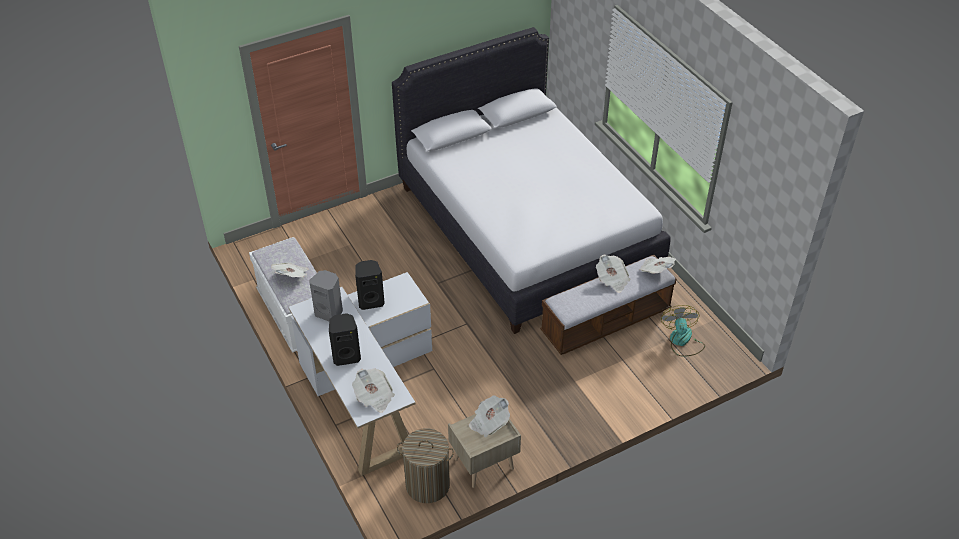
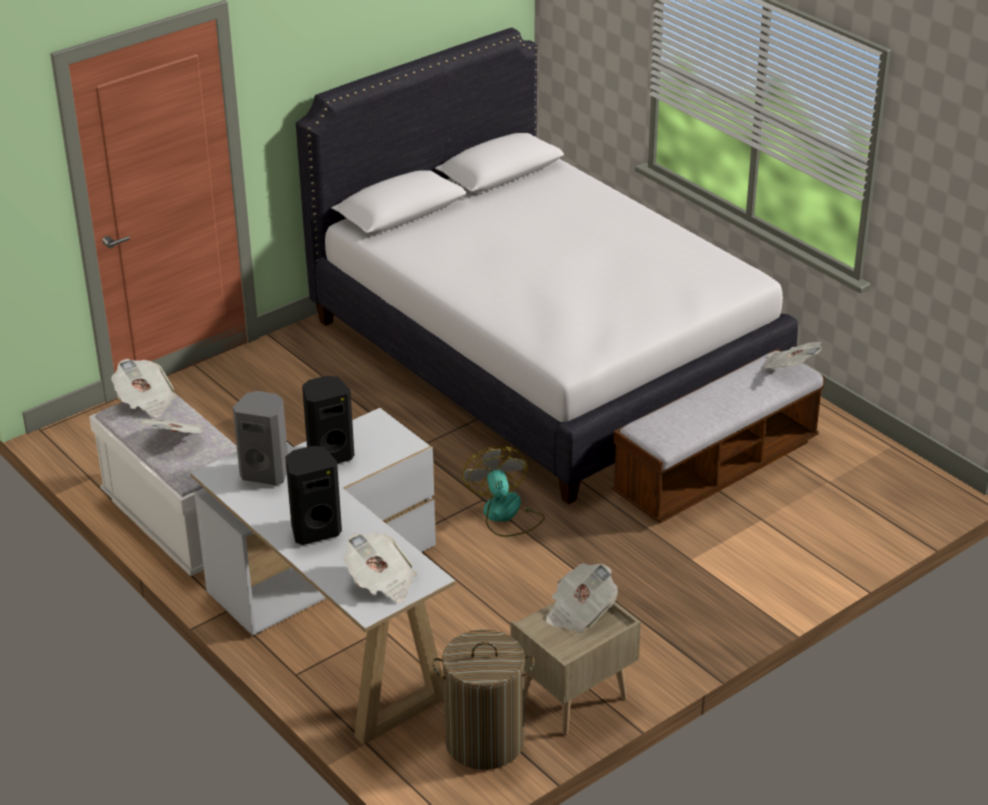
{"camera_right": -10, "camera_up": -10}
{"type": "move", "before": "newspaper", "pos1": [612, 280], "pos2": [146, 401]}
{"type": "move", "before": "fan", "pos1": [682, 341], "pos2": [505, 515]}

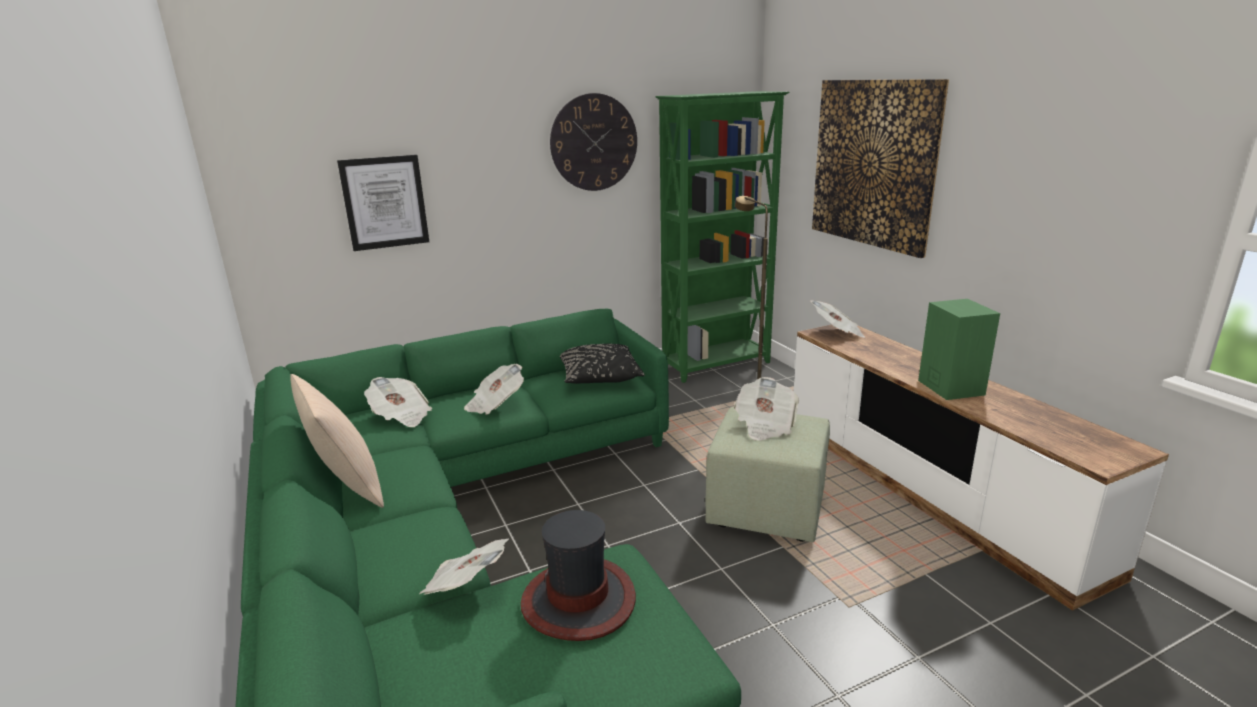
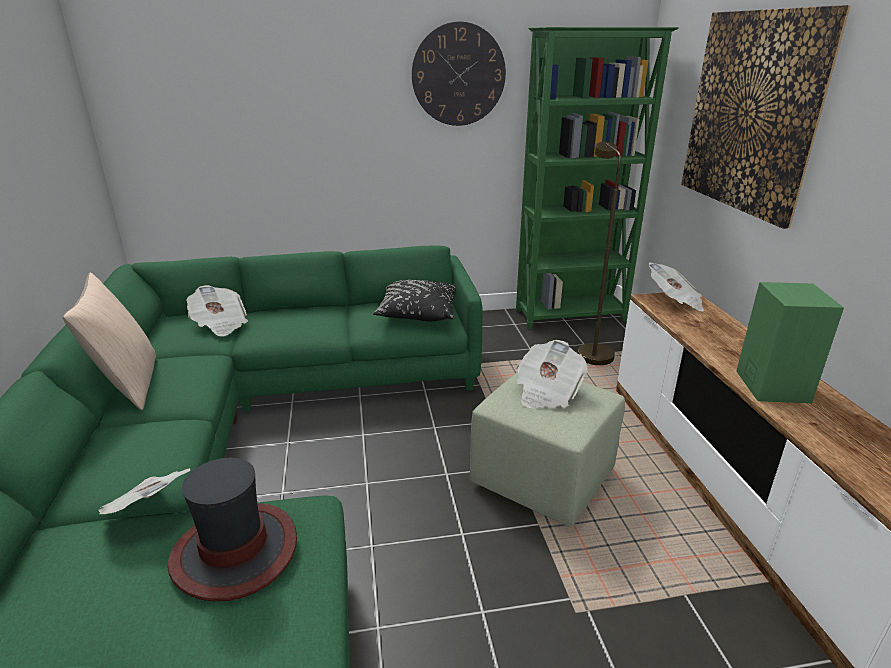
{"camera_right": 15, "camera_up": 5}
{"type": "delete", "before": "picture", "pos1": [385, 202]}
{"type": "delete", "before": "newspaper", "pos1": [495, 404]}

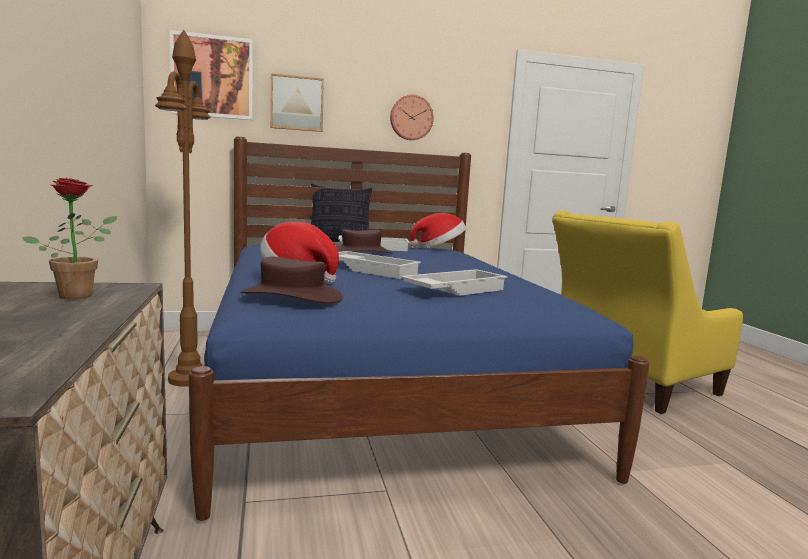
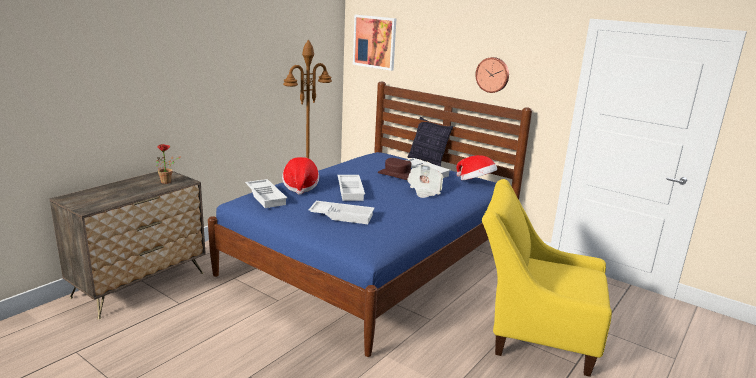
{"camera_right": 50, "camera_up": 10}
{"type": "delete", "before": "picture", "pos1": [296, 103]}
{"type": "insert", "after": "newspaper", "pos2": [424, 191]}
{"type": "replace", "before": "hat in brown", "after": "tray in white", "pos1": [292, 296], "pos2": [267, 197]}

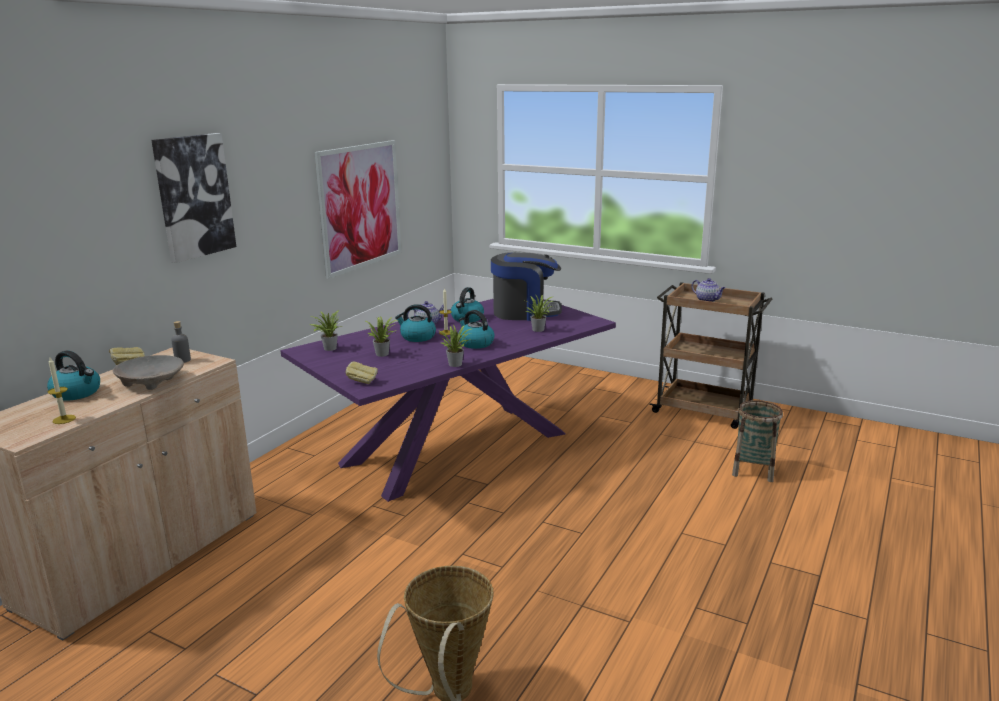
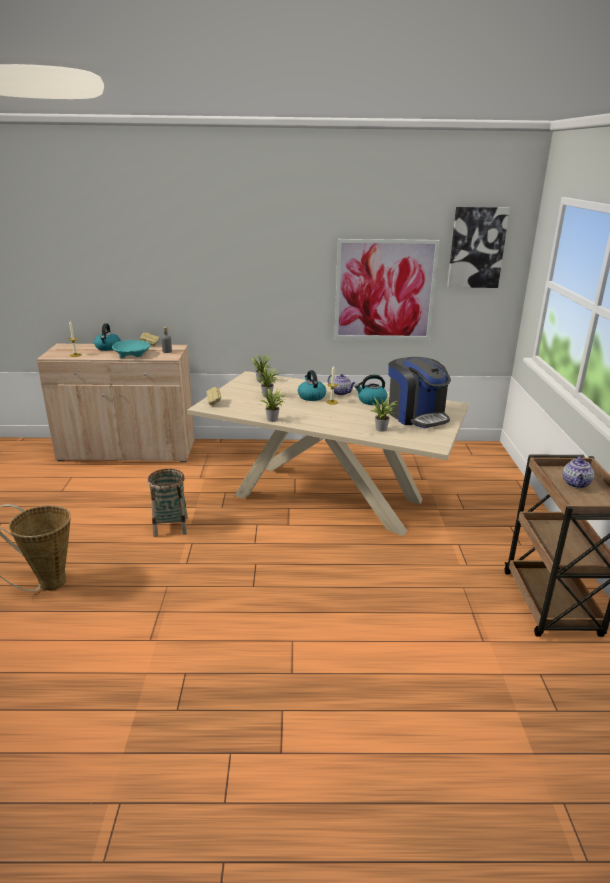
{"camera_right": 60, "camera_up": 5}
{"type": "delete", "before": "kettle", "pos1": [475, 343]}
{"type": "move", "before": "picture", "pos1": [193, 196], "pos2": [476, 248]}
{"type": "move", "before": "basket", "pos1": [753, 470], "pos2": [170, 526]}
{"type": "recolor", "before": "bowl in beige", "after": "bowl in turquoise", "pos1": [151, 381], "pos2": [132, 354]}
{"type": "recolor", "before": "dining table in purple", "after": "dining table in beige", "pos1": [458, 448], "pos2": [328, 497]}

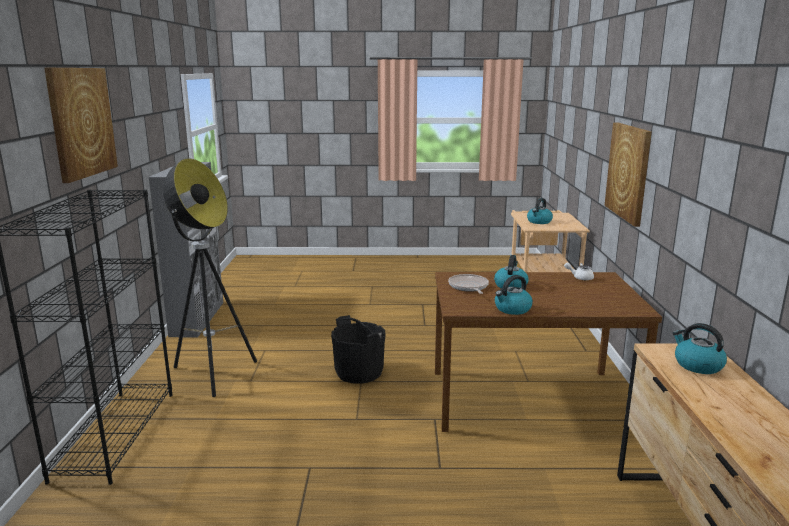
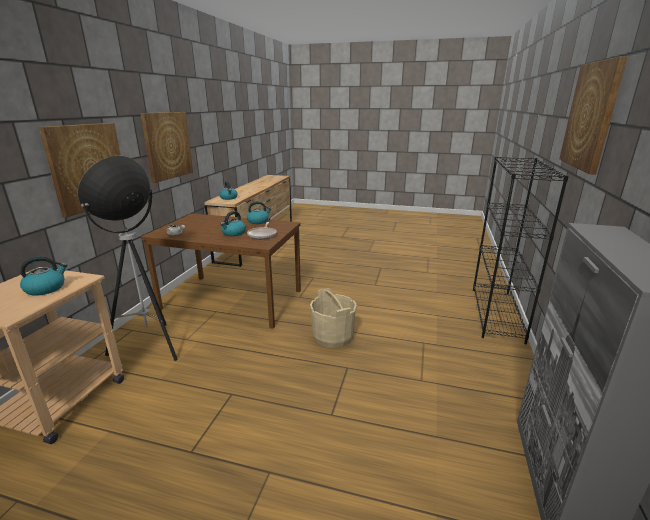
{"camera_right": -165, "camera_up": 5}
{"type": "insert", "after": "picture", "pos2": [167, 145]}
{"type": "move", "before": "floor lamp", "pos1": [213, 374], "pos2": [151, 347]}
{"type": "recolor", "before": "bucket in black", "after": "bucket in beige", "pos1": [359, 372], "pos2": [332, 337]}

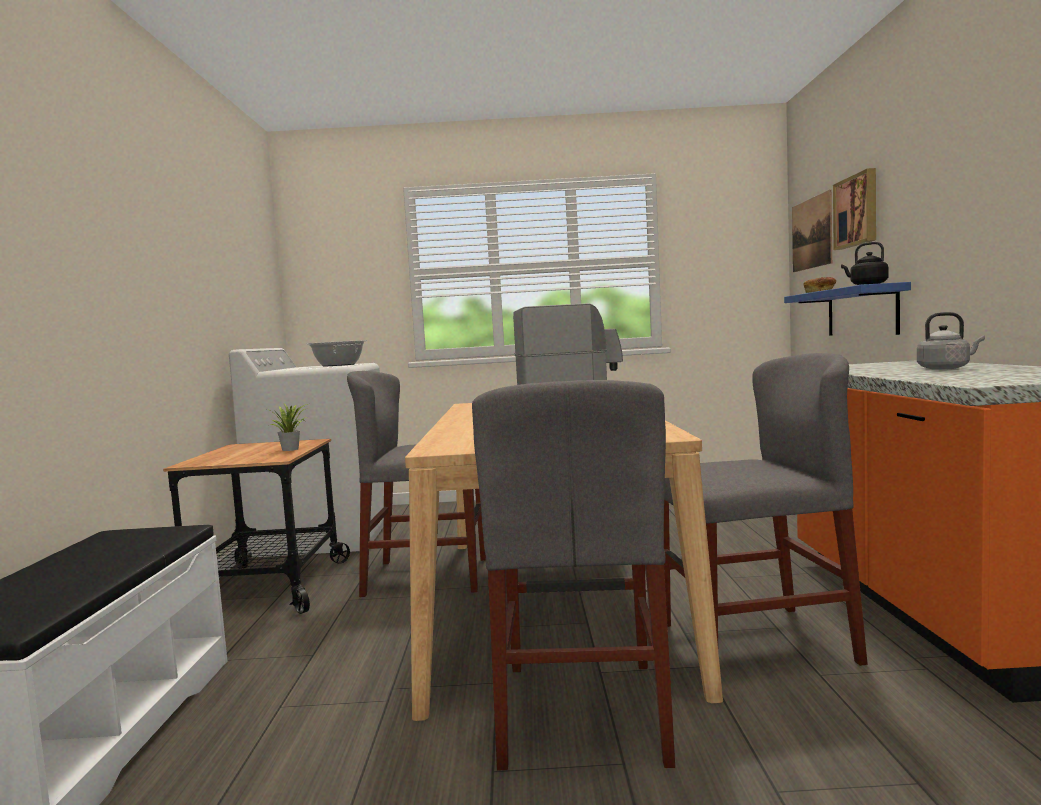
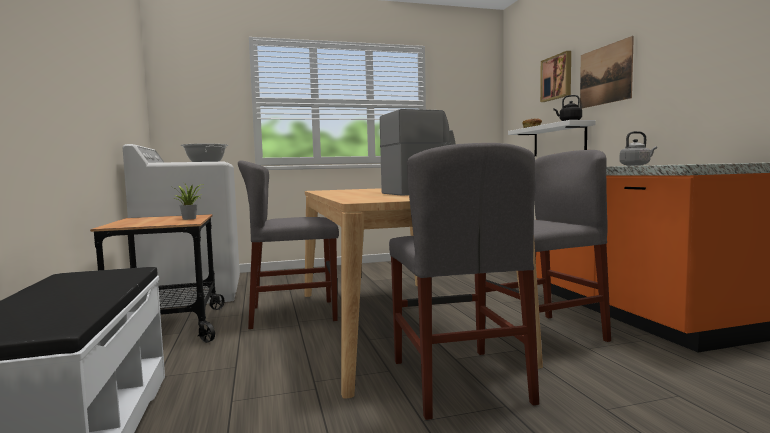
{"camera_right": -15, "camera_up": 0}
{"type": "move", "before": "picture", "pos1": [811, 233], "pos2": [605, 75]}
{"type": "recolor", "before": "shelf in blue", "after": "shelf in white", "pos1": [861, 312], "pos2": [559, 140]}

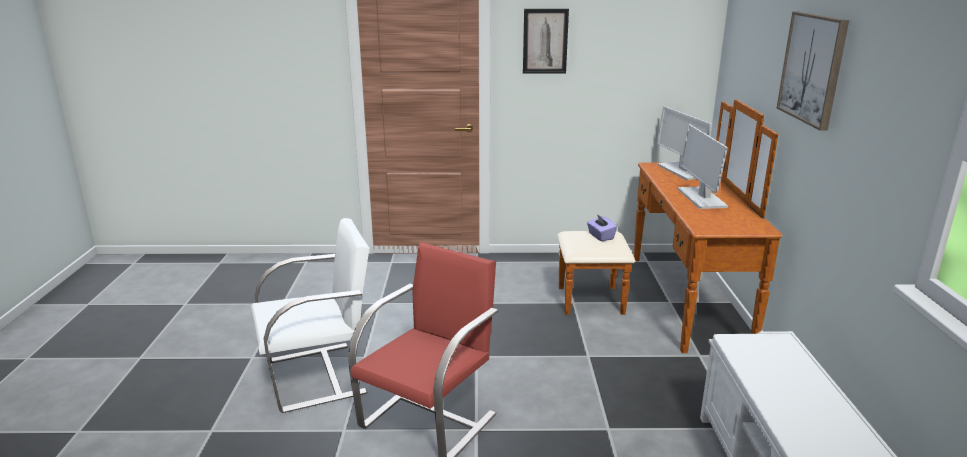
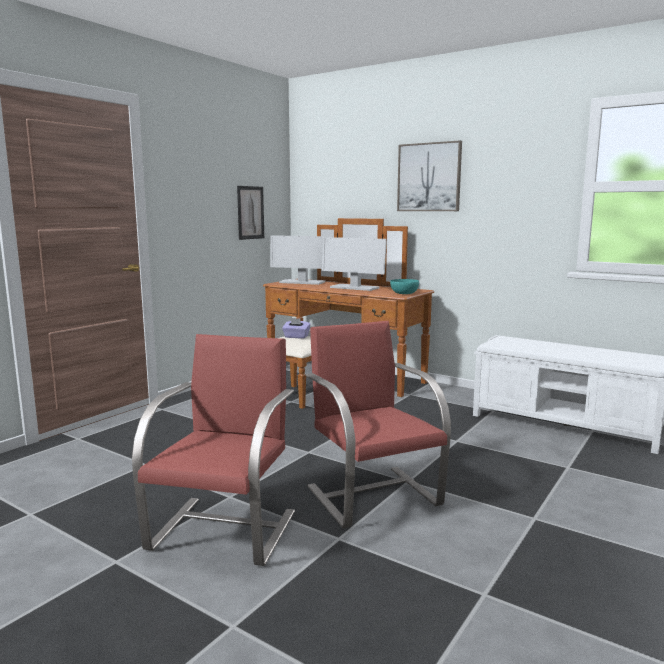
{"camera_right": -55, "camera_up": -10}
{"type": "insert", "after": "bowl in turquoise", "pos2": [404, 293]}
{"type": "move", "before": "picture", "pos1": [545, 41], "pos2": [250, 212]}
{"type": "recolor", "before": "chair in white", "after": "chair in red", "pos1": [318, 376], "pos2": [225, 529]}

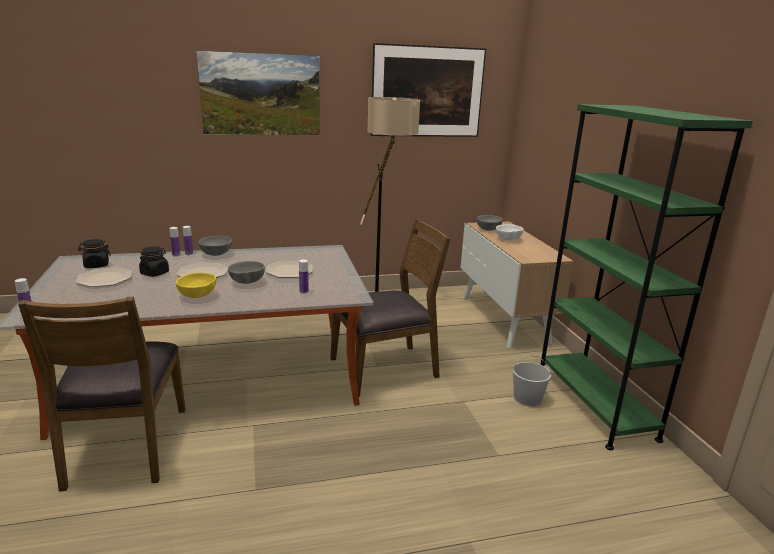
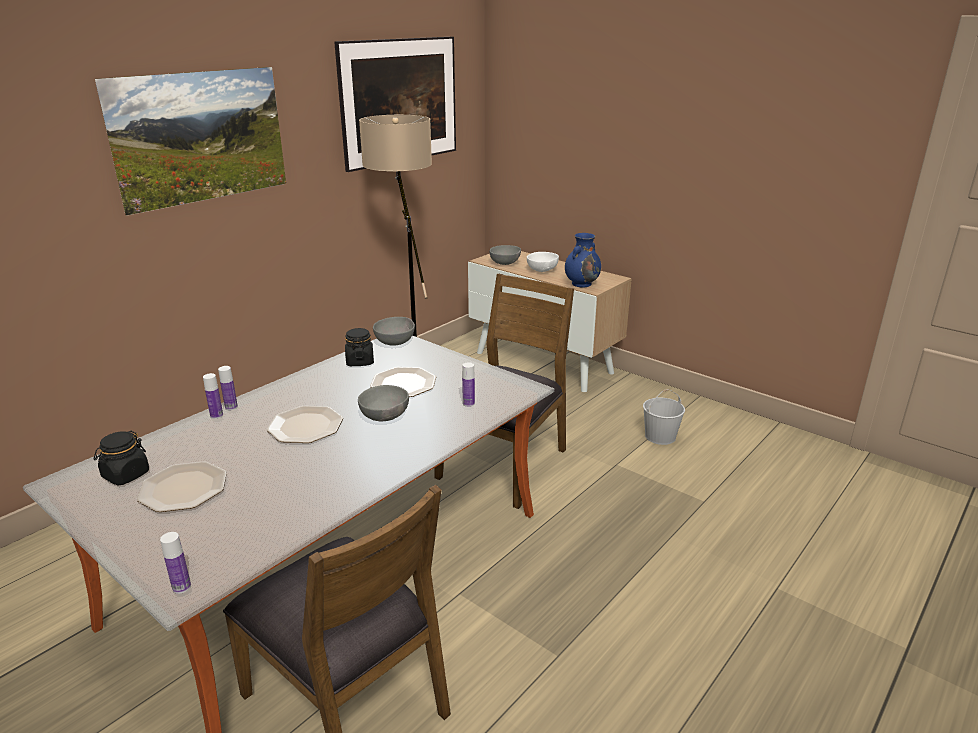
{"camera_right": -35, "camera_up": 5}
{"type": "delete", "before": "bowl in yellow", "pos1": [198, 296]}
{"type": "delete", "before": "bookcase in green", "pos1": [594, 404]}
{"type": "insert", "after": "vase in blue", "pos2": [582, 283]}
{"type": "move", "before": "jar in black", "pos1": [155, 273], "pos2": [360, 361]}
{"type": "move", "before": "bowl in grey", "pos1": [217, 254], "pos2": [396, 342]}

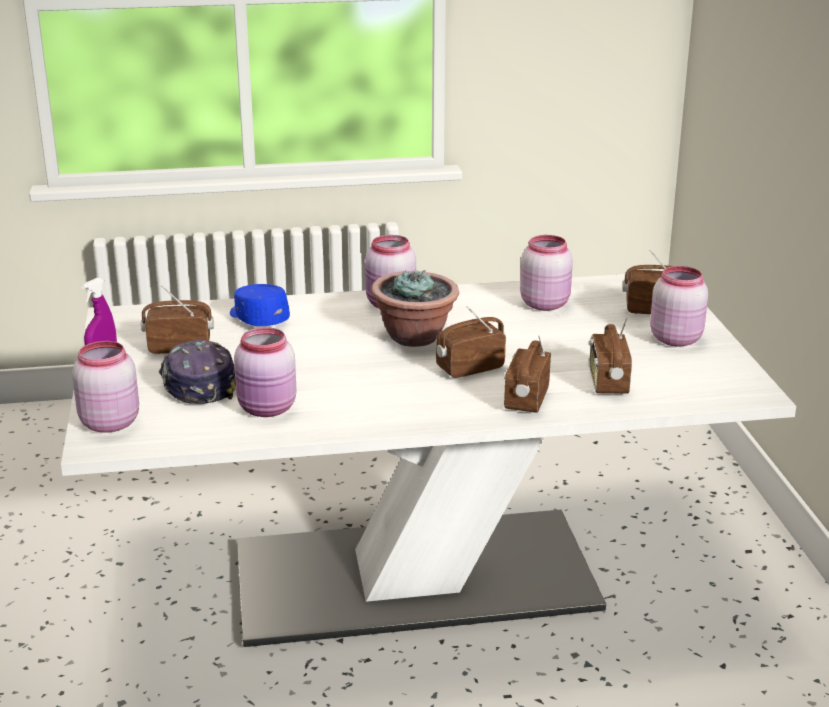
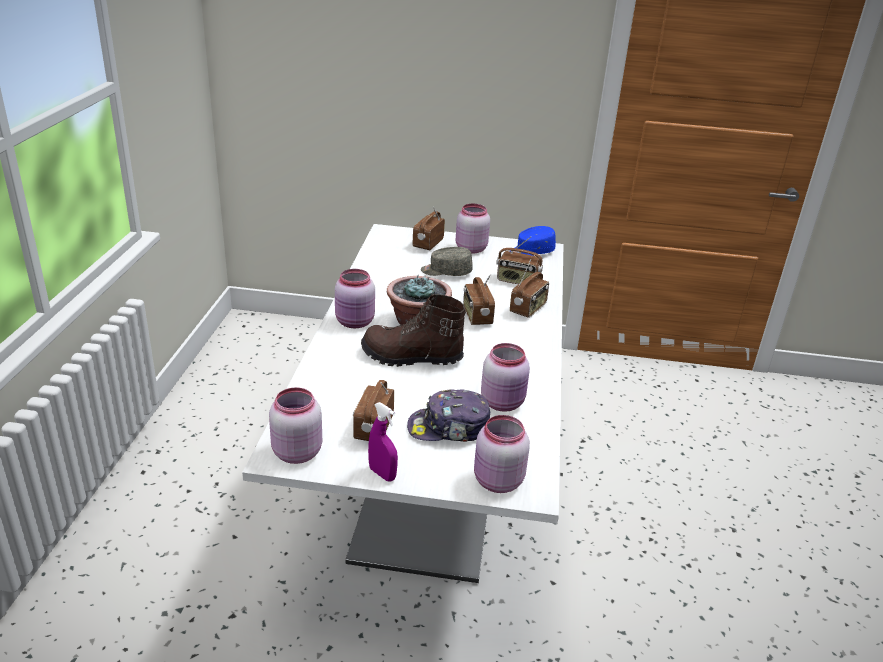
{"camera_right": -75, "camera_up": 5}
{"type": "insert", "after": "boot in brown", "pos2": [411, 357]}
{"type": "insert", "after": "cap in grey", "pos2": [446, 272]}
{"type": "move", "before": "cap in blue", "pos1": [257, 318], "pos2": [531, 252]}
{"type": "move", "before": "jar in pink", "pos1": [544, 303], "pos2": [295, 452]}
{"type": "rotate", "before": "radio", "pos1": [525, 400], "pos2": [528, 309], "turn": -90}

